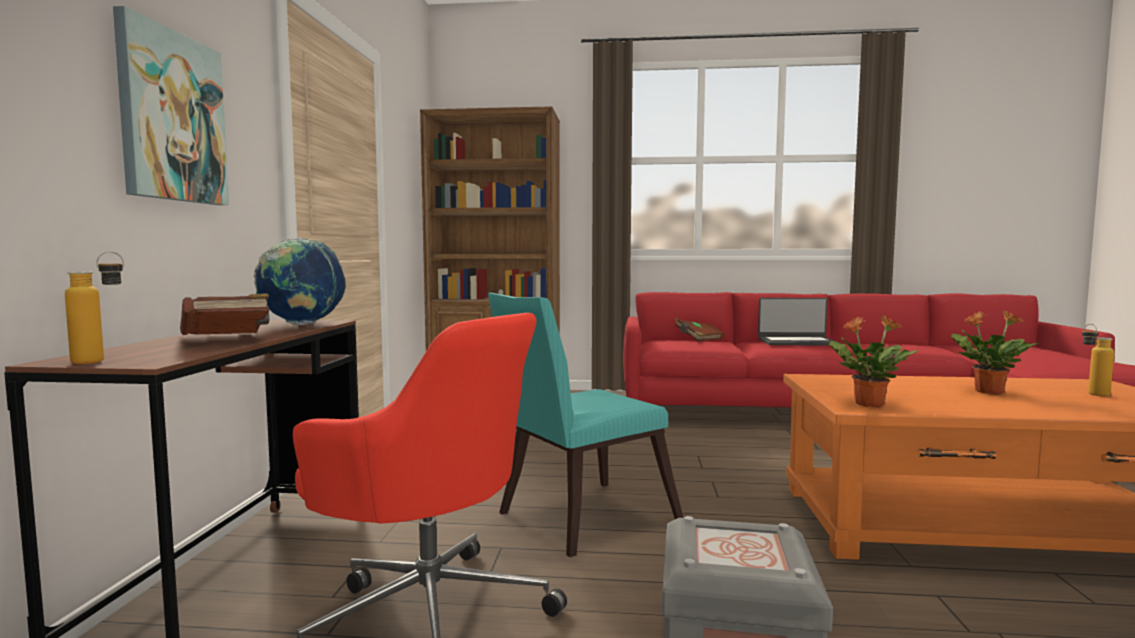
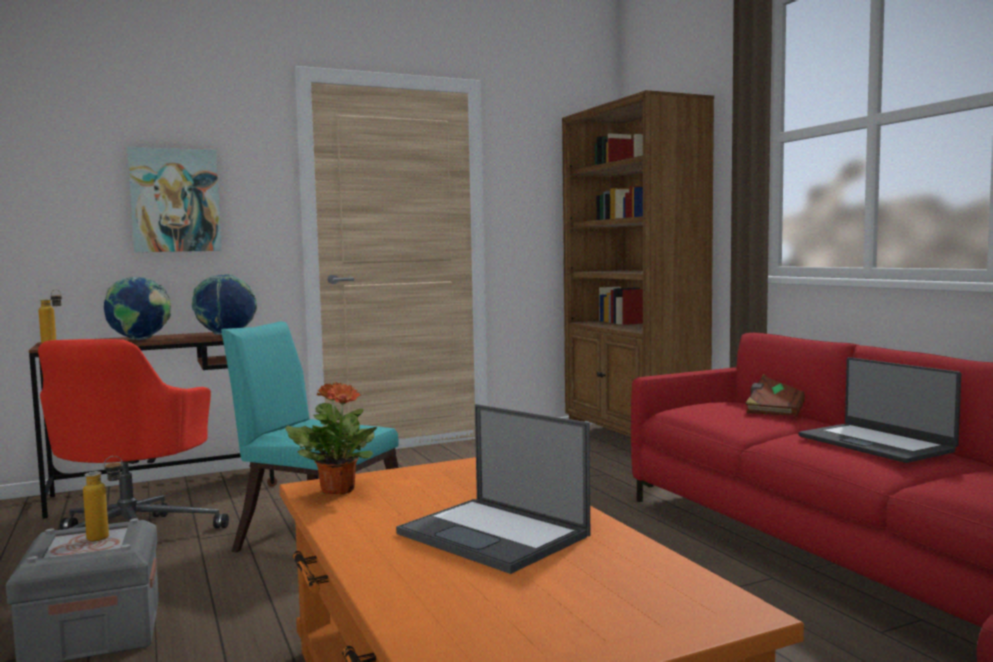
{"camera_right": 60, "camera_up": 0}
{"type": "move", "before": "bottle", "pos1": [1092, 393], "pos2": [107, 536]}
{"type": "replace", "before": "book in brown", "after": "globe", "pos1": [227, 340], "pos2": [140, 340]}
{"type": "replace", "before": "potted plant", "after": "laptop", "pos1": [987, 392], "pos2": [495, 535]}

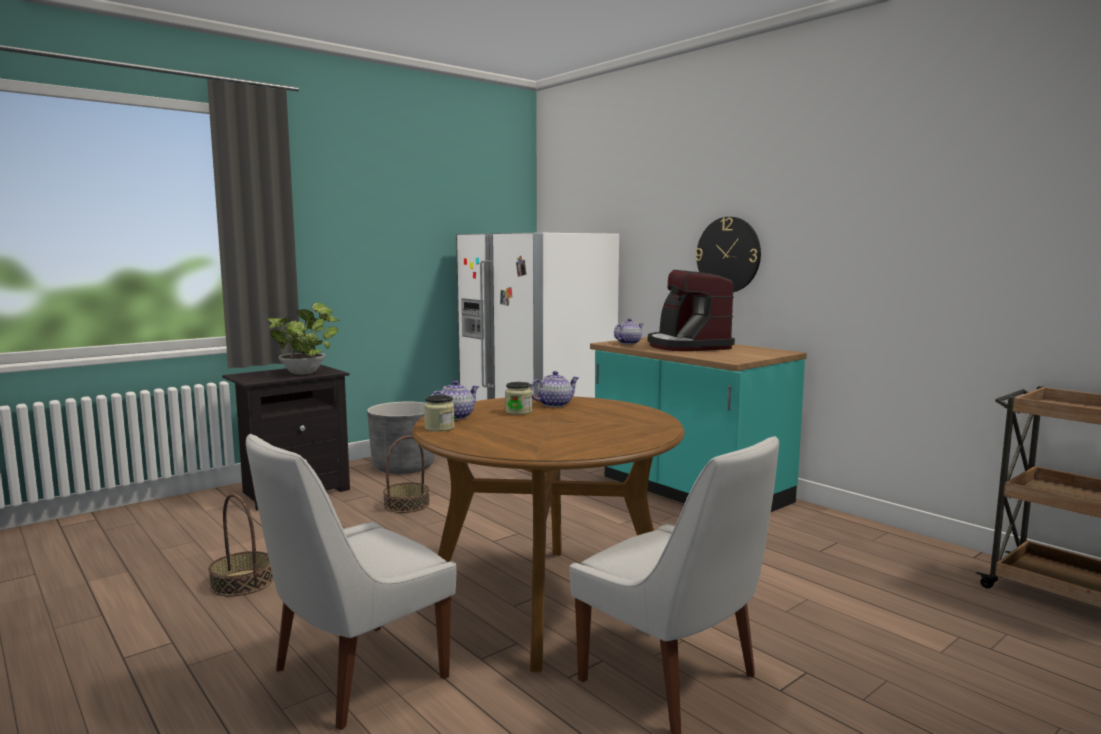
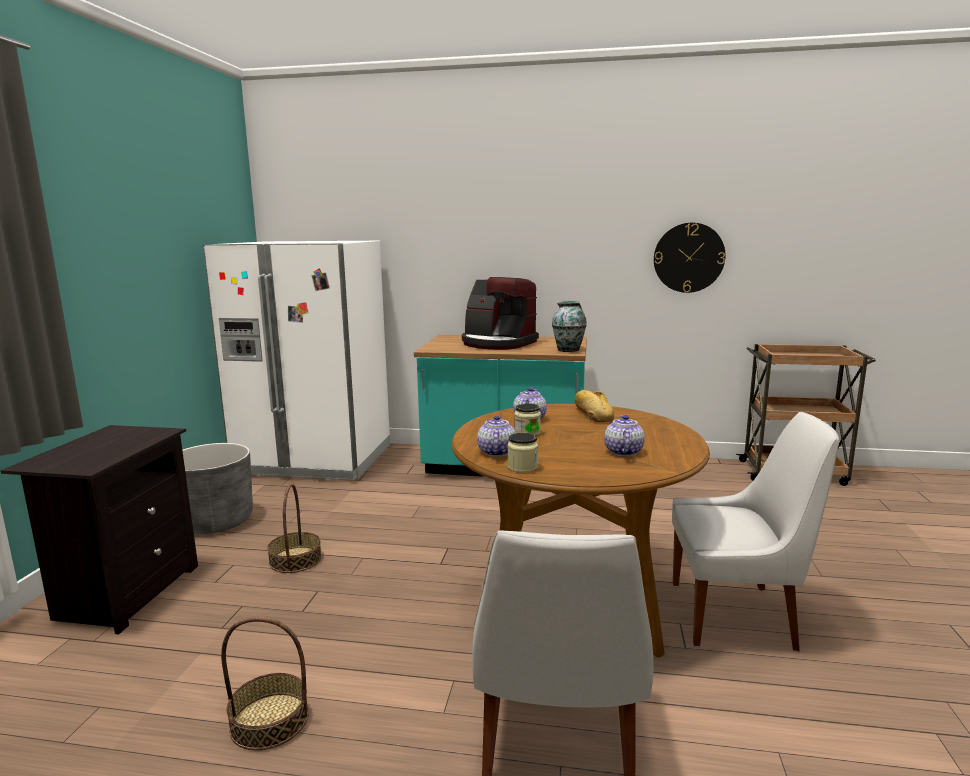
{"camera_right": -40, "camera_up": 5}
{"type": "delete", "before": "potted plant", "pos1": [305, 372]}
{"type": "insert", "after": "vase", "pos2": [568, 350]}
{"type": "insert", "after": "bread", "pos2": [593, 413]}
{"type": "move", "before": "teapot", "pos1": [628, 343], "pos2": [622, 451]}
{"type": "move", "before": "wall clock", "pos1": [728, 255], "pos2": [688, 257]}

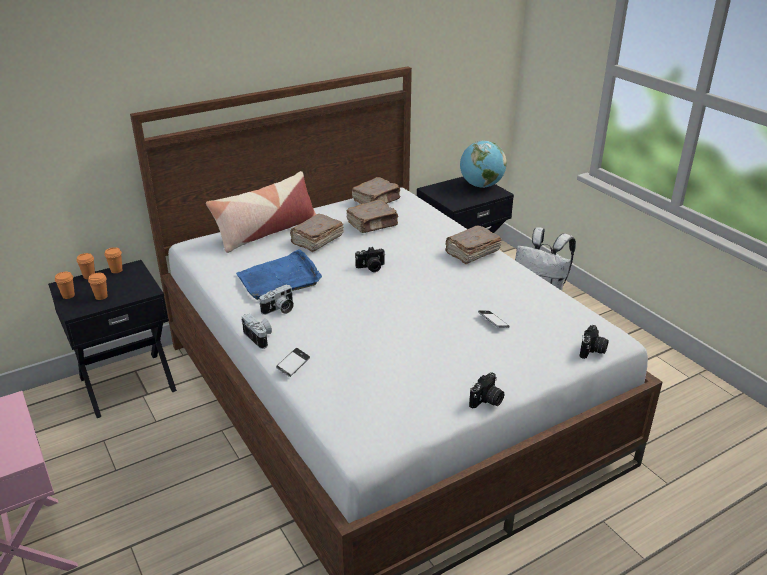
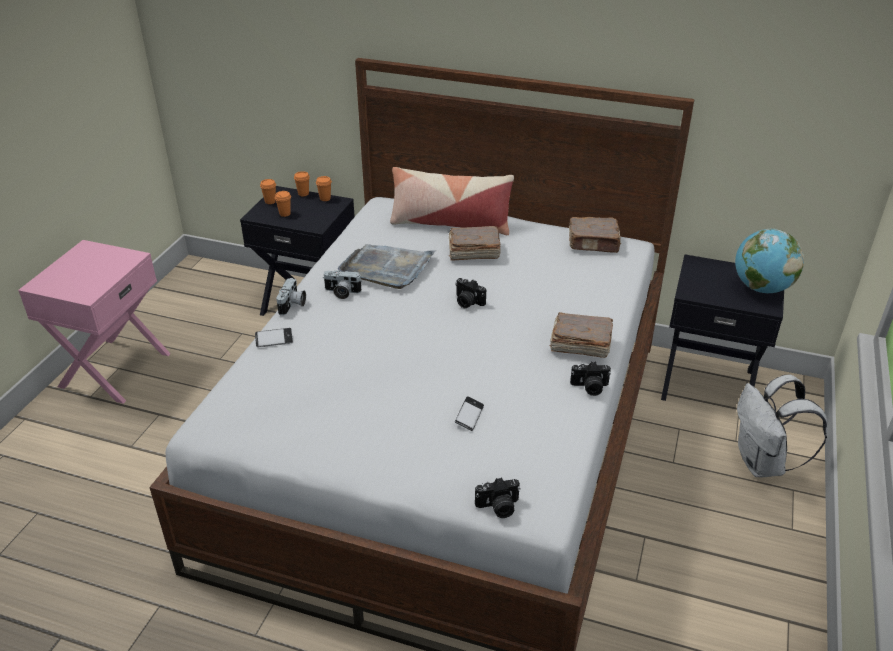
{"camera_right": 50, "camera_up": 5}
{"type": "delete", "before": "book in brown", "pos1": [373, 224]}
{"type": "move", "before": "photo camera", "pos1": [487, 401], "pos2": [589, 387]}
{"type": "recolor", "before": "tray in blue", "after": "tray in grey", "pos1": [279, 279], "pos2": [387, 268]}

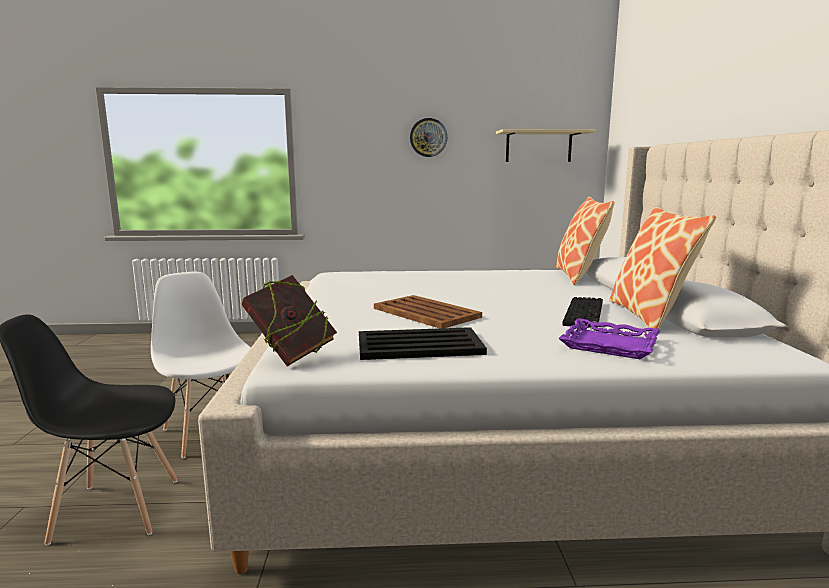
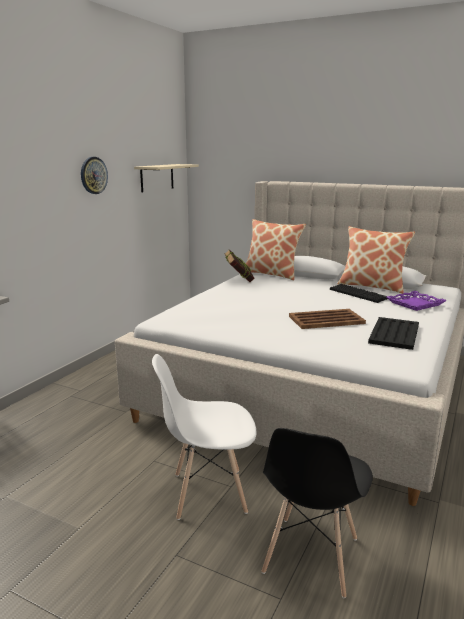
{"camera_right": -60, "camera_up": 5}
{"type": "move", "before": "book", "pos1": [291, 356], "pos2": [239, 281]}

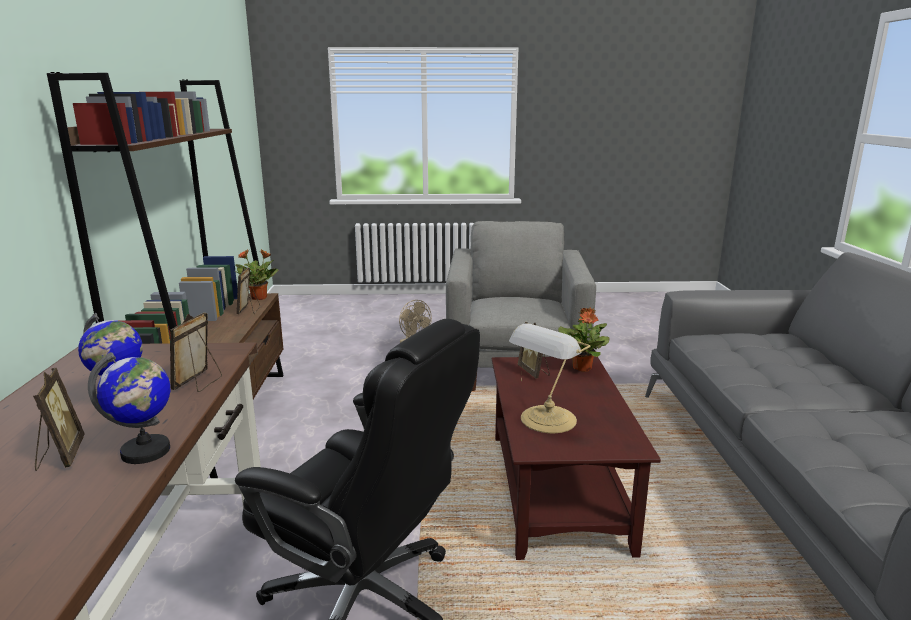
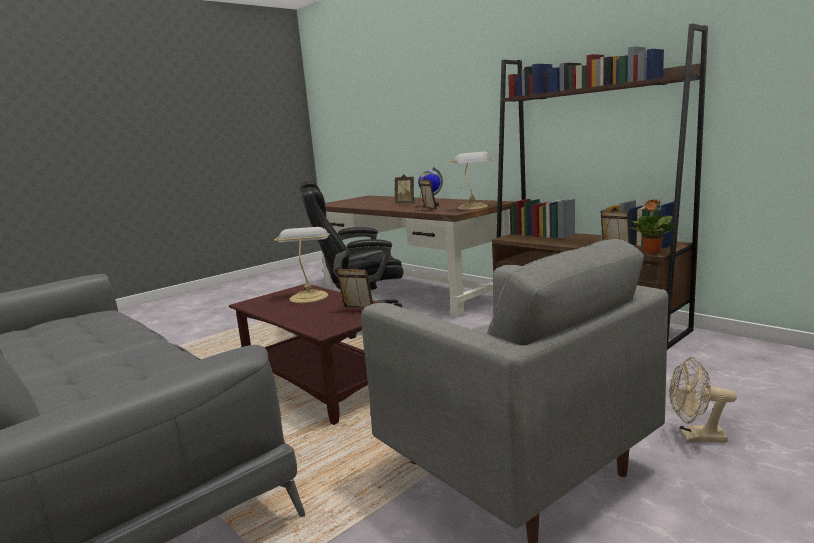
{"camera_right": 140, "camera_up": -5}
{"type": "delete", "before": "globe", "pos1": [146, 452]}
{"type": "delete", "before": "potted plant", "pos1": [582, 367]}
{"type": "insert", "after": "table lamp", "pos2": [473, 207]}

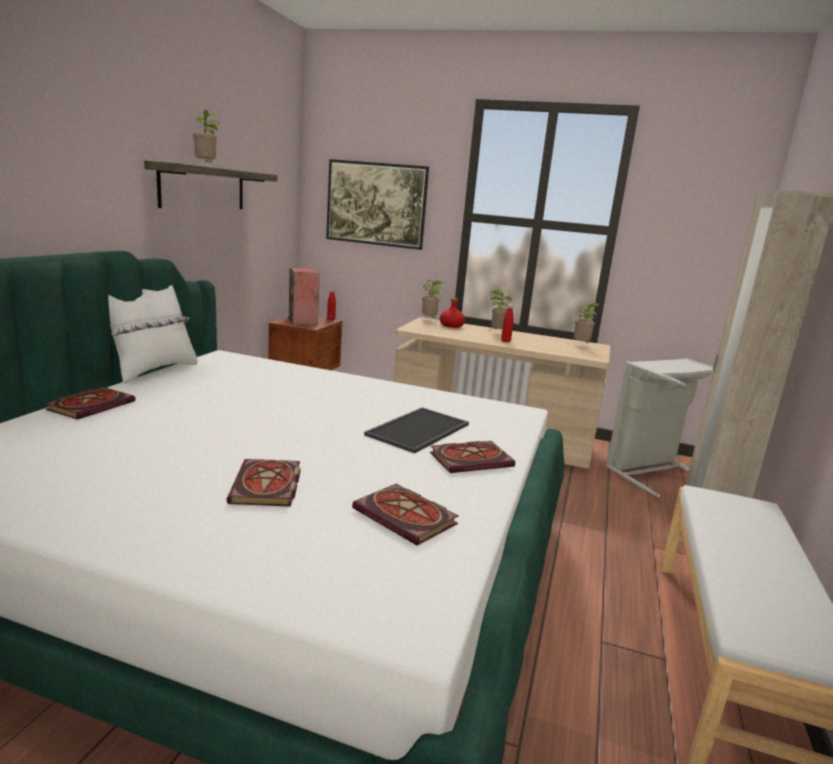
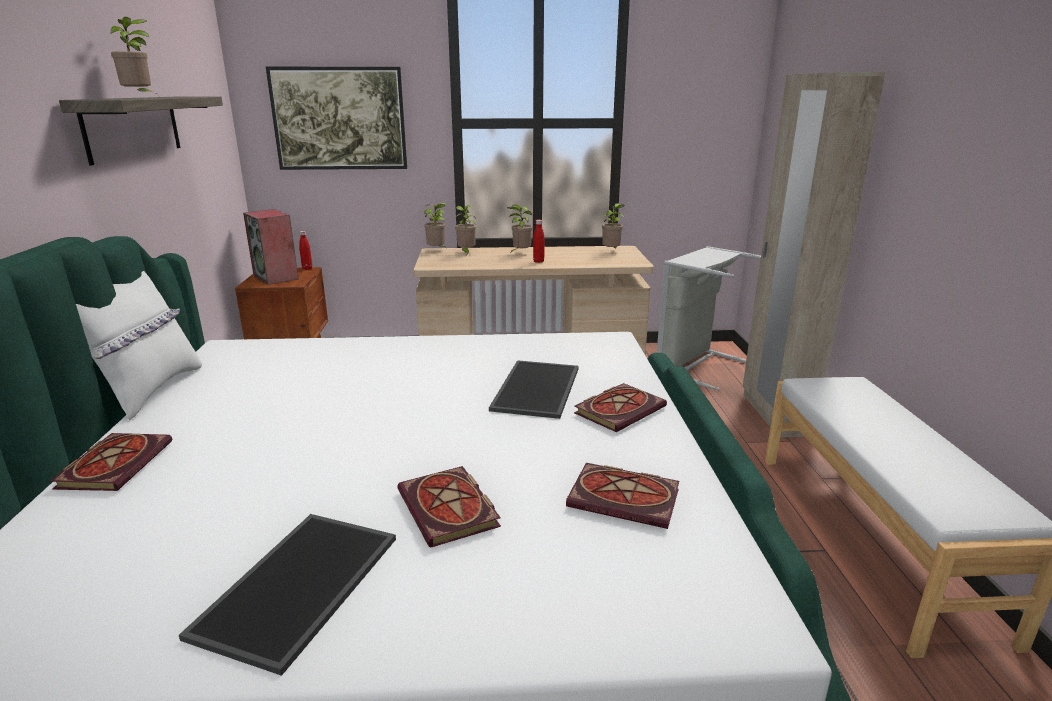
{"camera_right": -20, "camera_up": 5}
{"type": "insert", "after": "tray", "pos2": [300, 587]}
{"type": "replace", "before": "bottle in red", "after": "potted plant", "pos1": [451, 325], "pos2": [466, 253]}

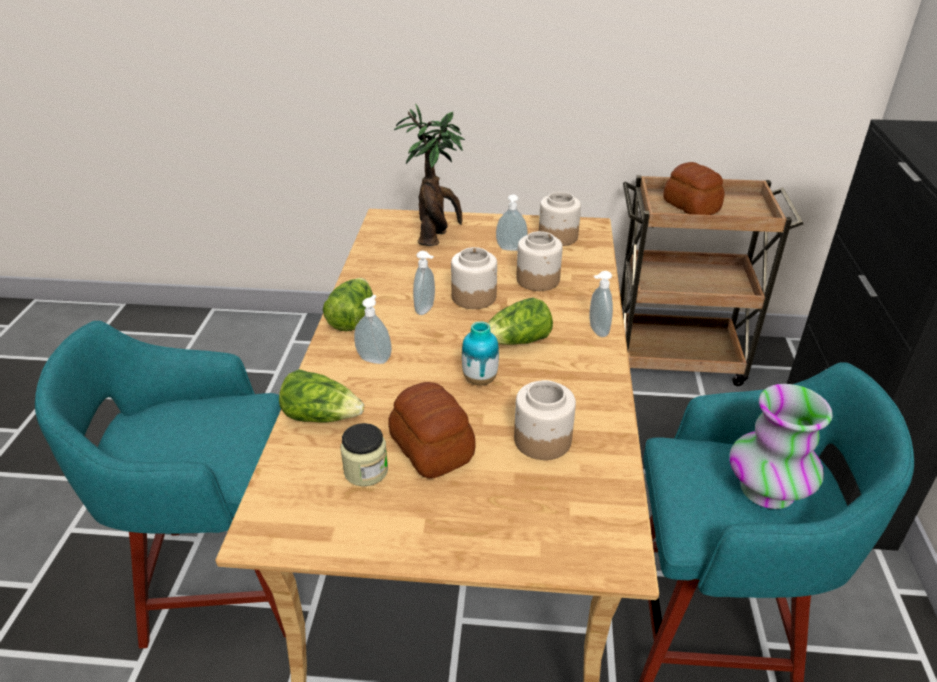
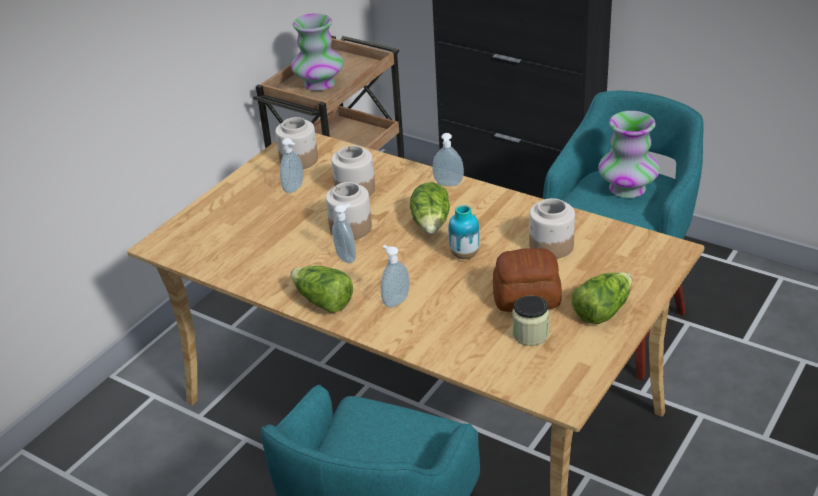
{"camera_right": -60, "camera_up": 0}
{"type": "delete", "before": "potted plant", "pos1": [437, 236]}
{"type": "move", "before": "lettuce", "pos1": [322, 416], "pos2": [602, 310]}
{"type": "replace", "before": "bread", "after": "vase", "pos1": [691, 206], "pos2": [319, 83]}

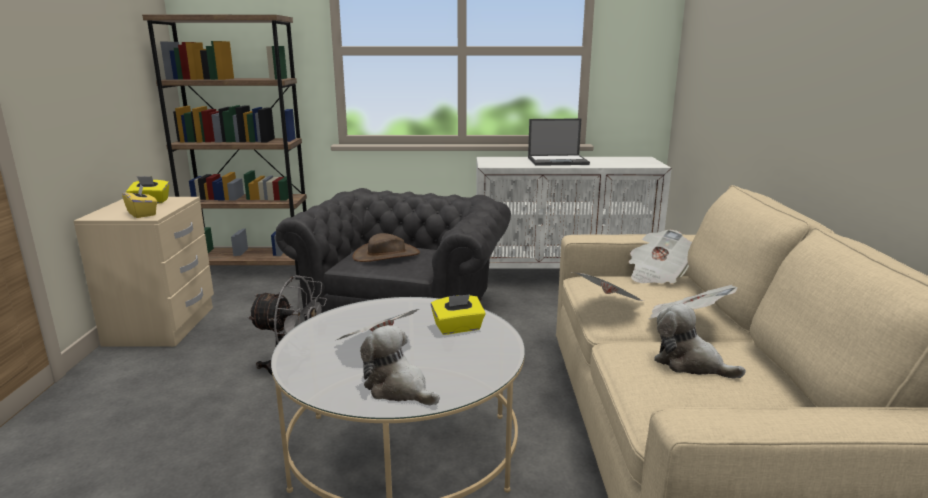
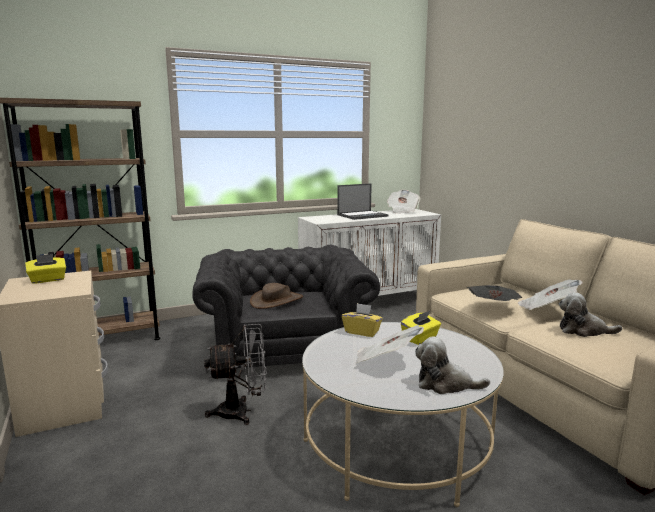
{"camera_right": -25, "camera_up": -5}
{"type": "move", "before": "tissue box in yellow", "pos1": [142, 214], "pos2": [362, 332]}
{"type": "move", "before": "newspaper", "pos1": [657, 274], "pos2": [402, 211]}

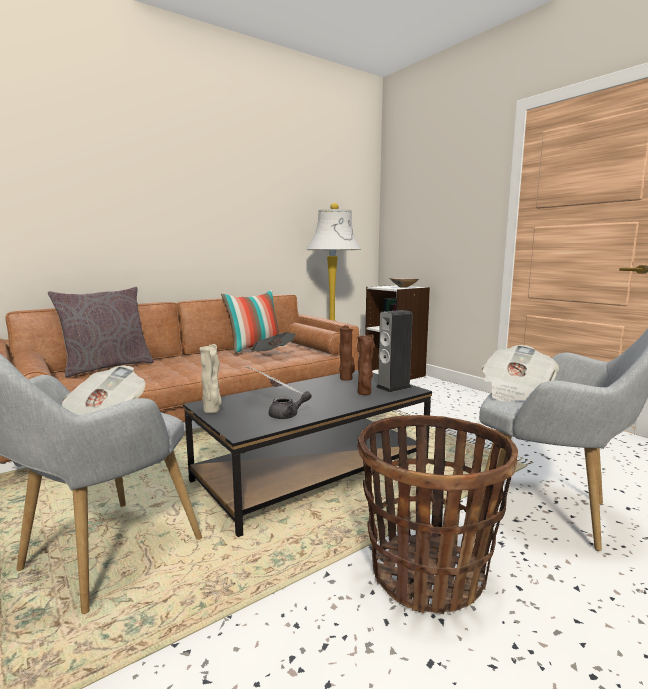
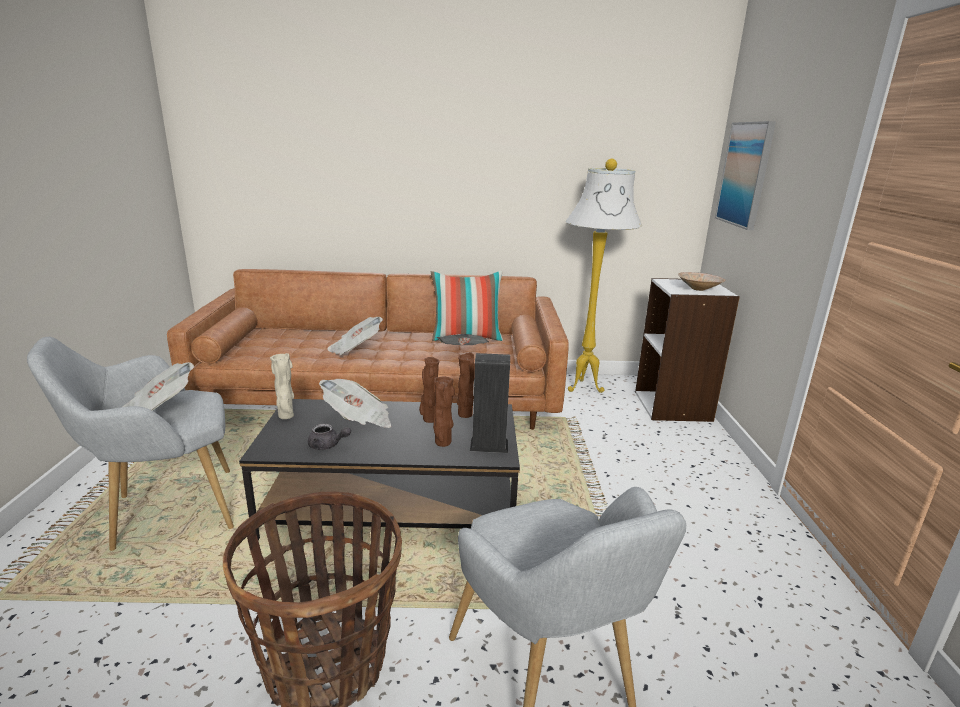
{"camera_right": 35, "camera_up": 10}
{"type": "delete", "before": "pillow in grey", "pos1": [107, 367]}
{"type": "insert", "after": "vase in brown", "pos2": [429, 419]}
{"type": "insert", "after": "picture", "pos2": [745, 174]}
{"type": "move", "before": "newspaper", "pos1": [515, 392], "pos2": [355, 349]}

